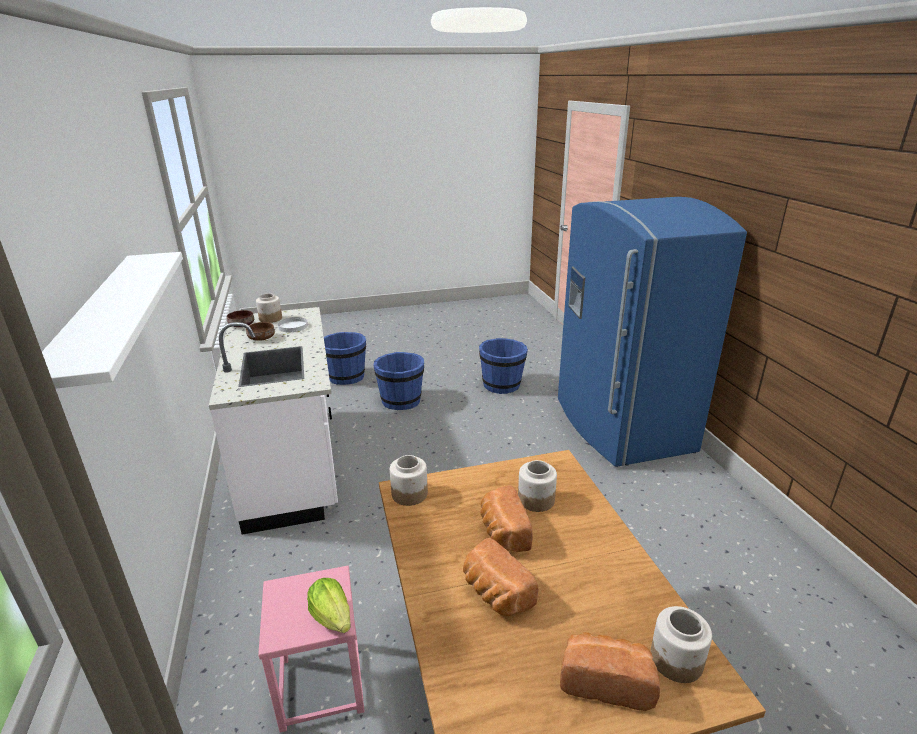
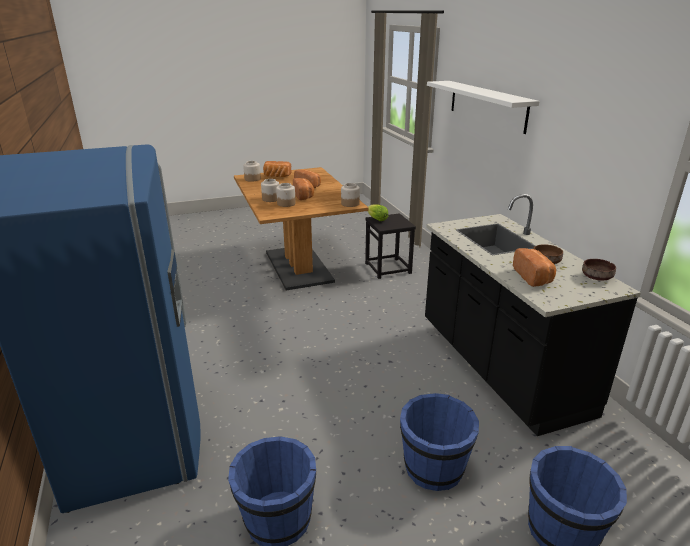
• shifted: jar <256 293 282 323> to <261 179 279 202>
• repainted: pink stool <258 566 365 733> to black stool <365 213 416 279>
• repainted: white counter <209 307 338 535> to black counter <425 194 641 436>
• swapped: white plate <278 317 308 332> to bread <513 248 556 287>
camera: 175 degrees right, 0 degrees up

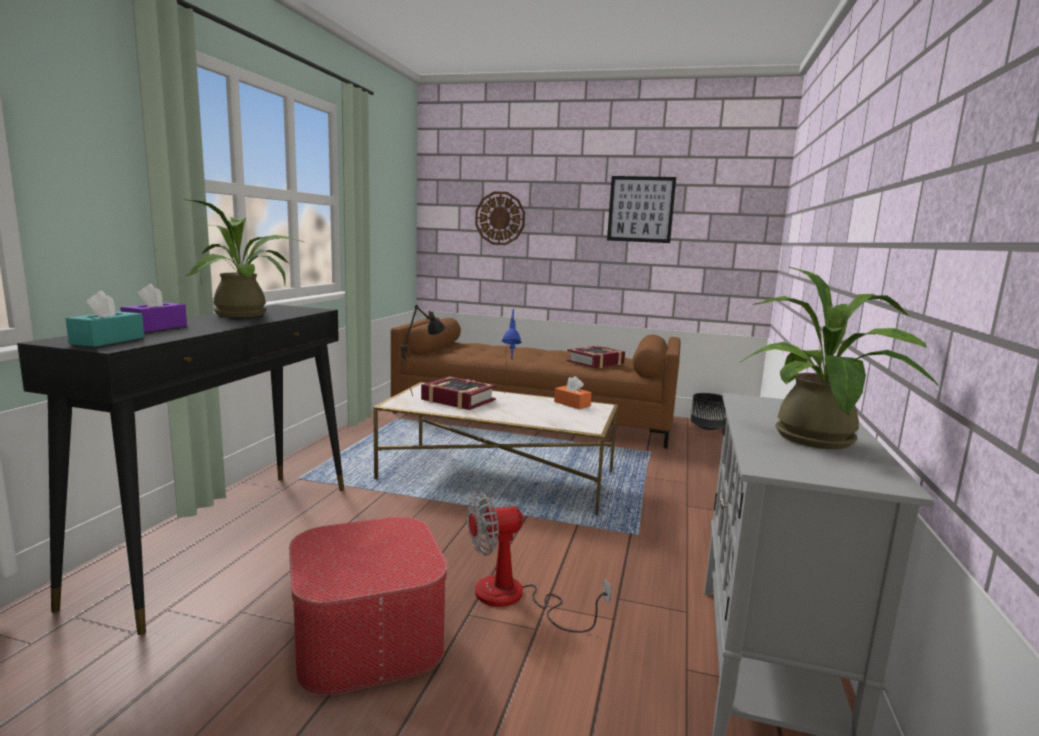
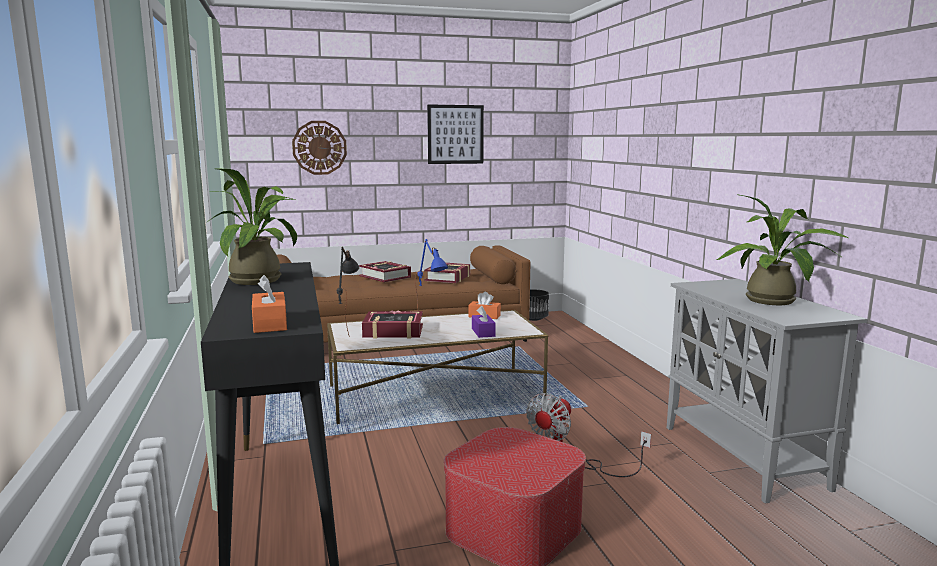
• repainted: turquoise tissue box <66 291 144 347> to orange tissue box <252 275 287 333>
• new: book <359 261 411 282>
• shifted: purple tissue box <120 284 187 332> to <472 306 496 338>
camera: 30 degrees left, 0 degrees up

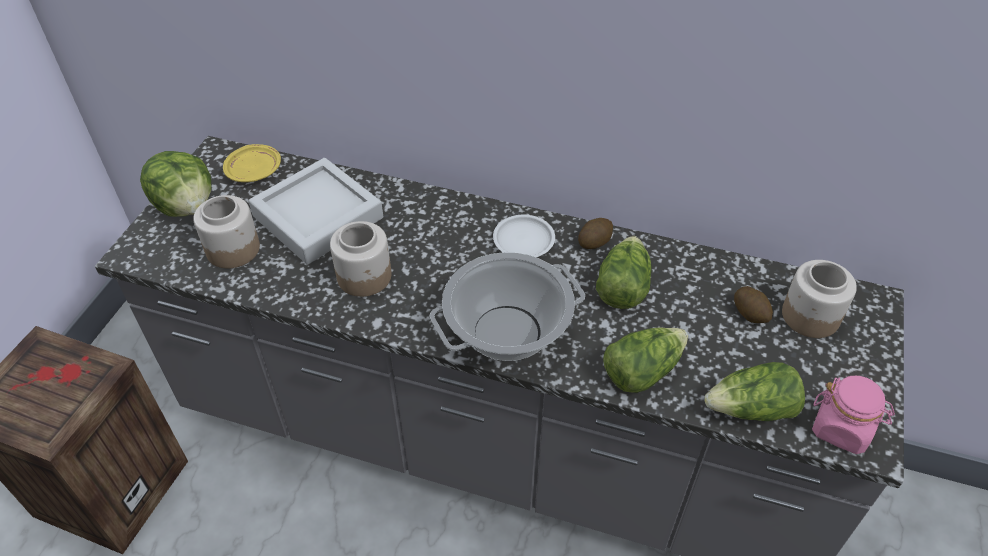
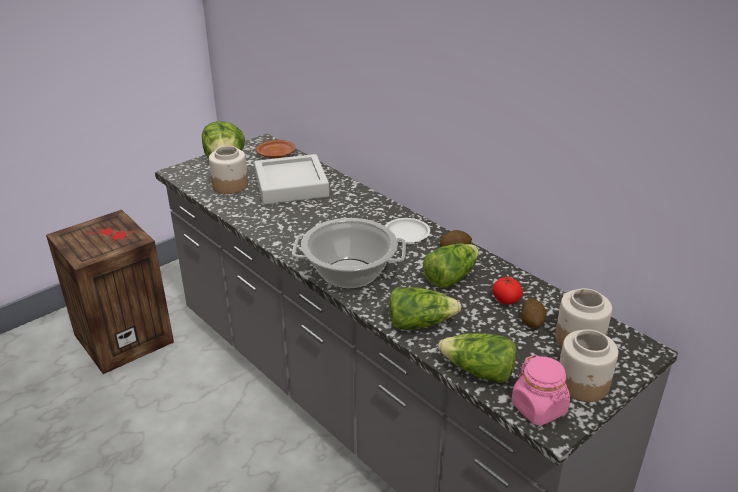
• repainted: yellow plate <223 144 281 182> to brown plate <256 140 295 158>
• new: tomato <493 276 523 304>
• shifted: jar <330 221 392 297> to <560 330 618 402>
camera: 30 degrees right, 15 degrees down

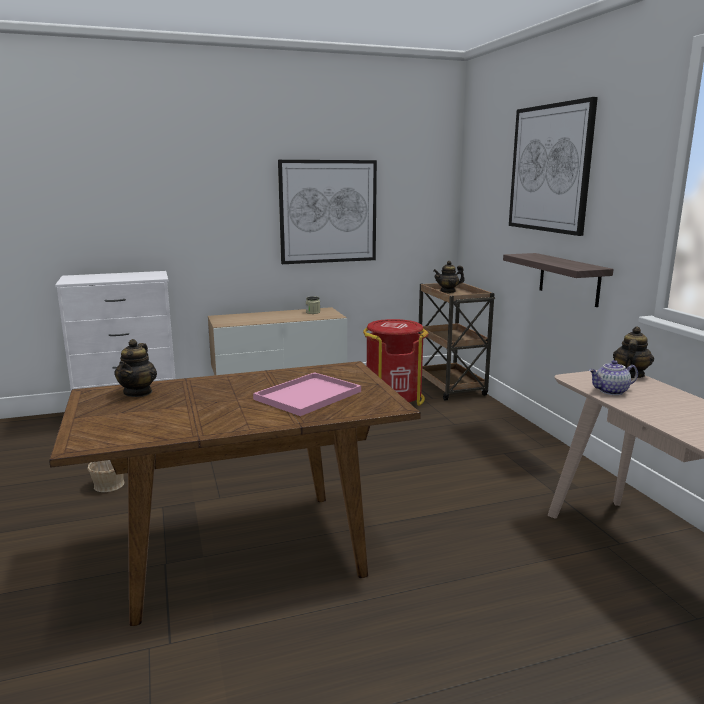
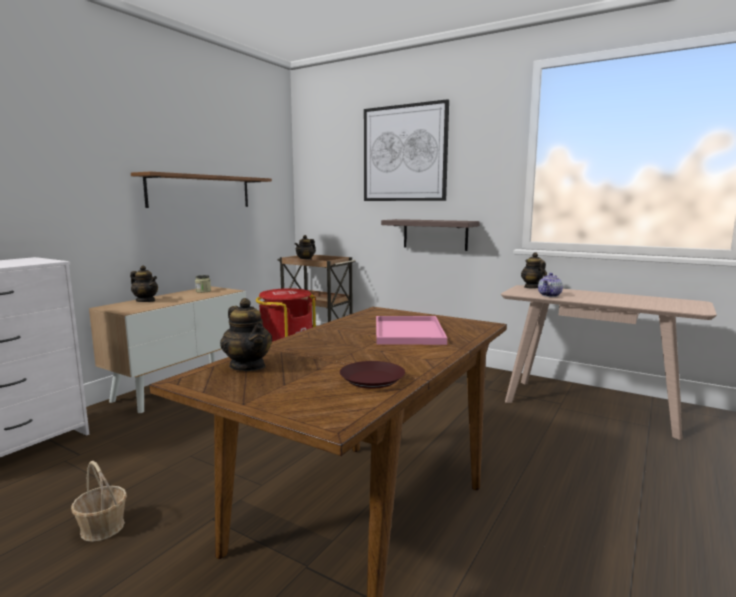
• new: teapot <130 266 158 302>
• swapped: picture <278 160 377 264> to brown shelf <131 172 272 208>
• new: brown plate <340 361 405 388>
camera: 40 degrees left, 5 degrees down

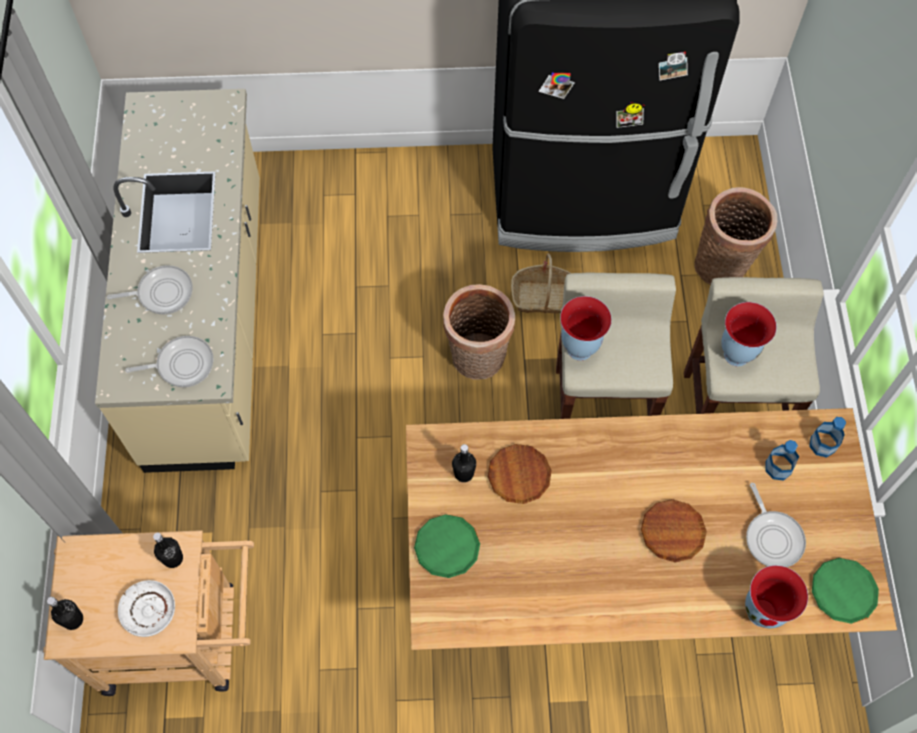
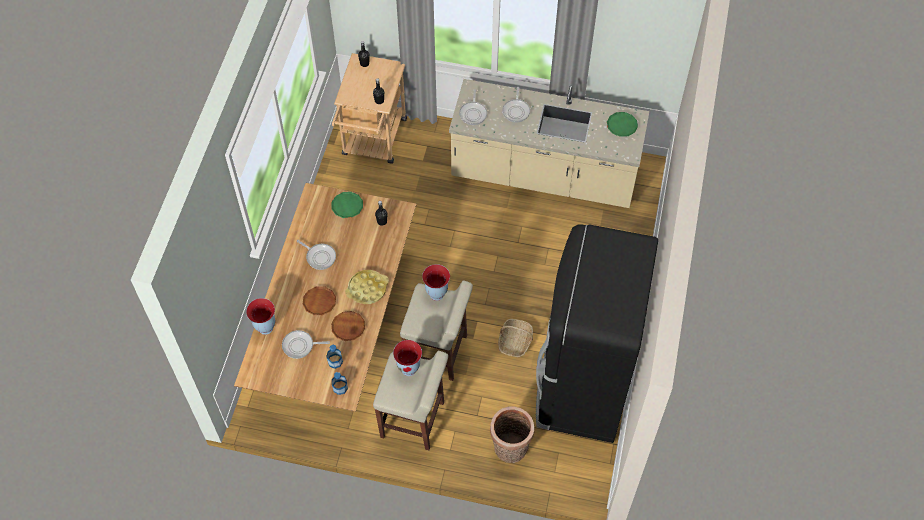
• new: frying pan <297 240 336 270>
• shifted: brown plate <488 444 552 504> to <331 311 365 341>
• new: yellow tray <345 270 389 304>
• shifted: green plate <812 558 879 624> to <607 112 638 137>
• gone: white plate <118 580 175 637>
• gone: basket <443 284 515 380>
camera: 105 degrees right, 5 degrees down

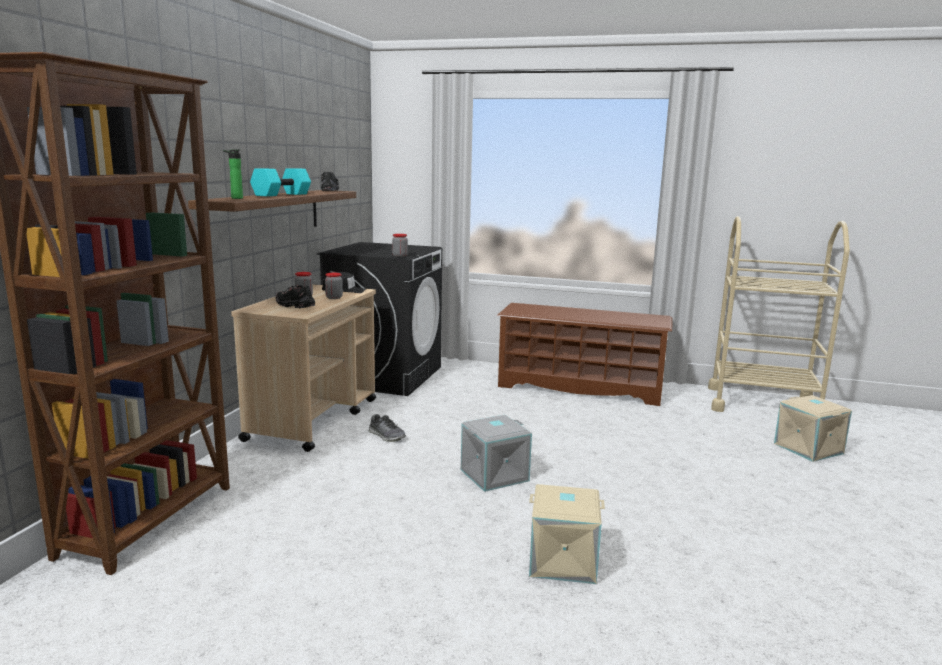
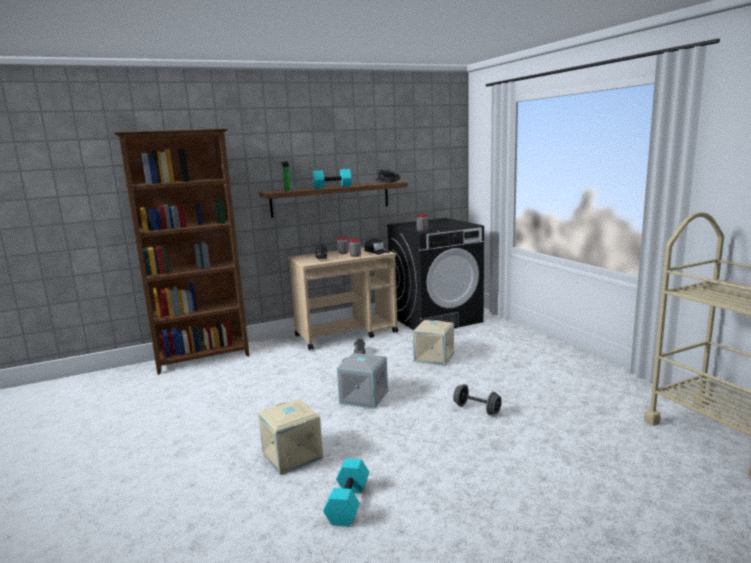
• new: turquoise dumbbell <323 458 369 527>
• shifted: beige storage box <774 395 852 462> to <413 320 454 366>
• new: grey dumbbell <453 384 502 415>
• gone: brown shoe rack <497 303 672 406>
camera: 50 degrees right, 0 degrees up

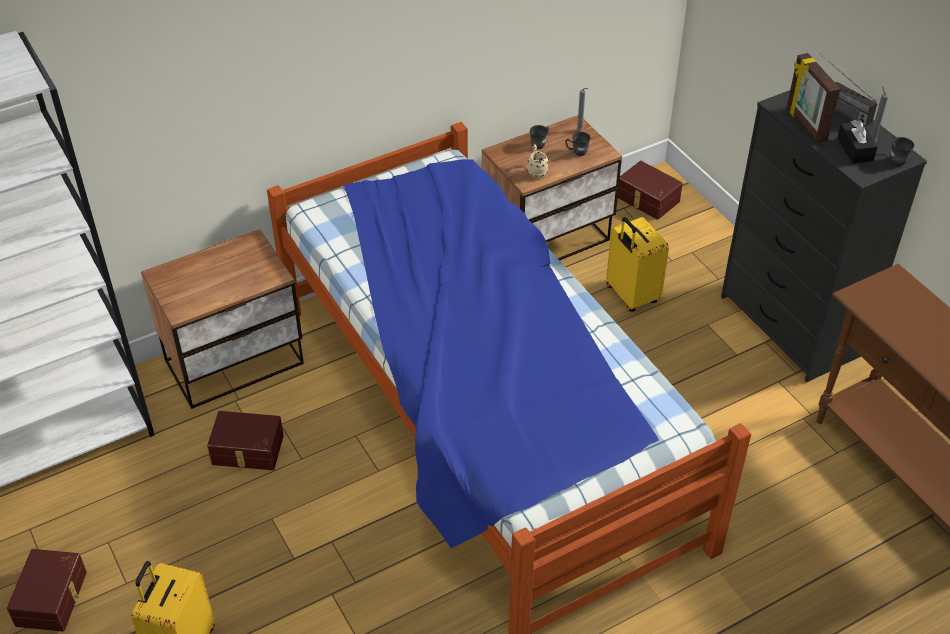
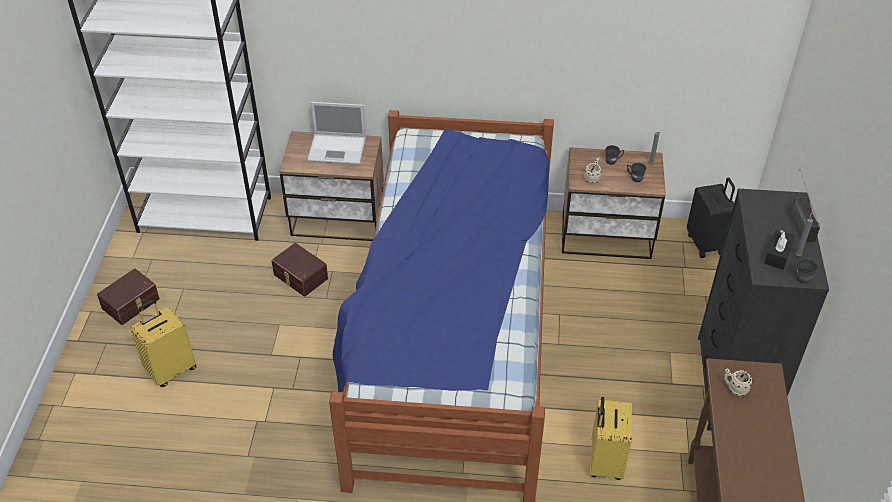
• new: laptop <307 102 366 165>
• shifted: yellow suitcase <606 217 669 312> to <590 397 632 480>
• swapped: brown storage box <618 161 683 220> to black suitcase <687 177 735 258>
• new: beige mug <724 369 753 396>
• gone: picture frame <787 53 840 143>
camera: 35 degrees right, 0 degrees up

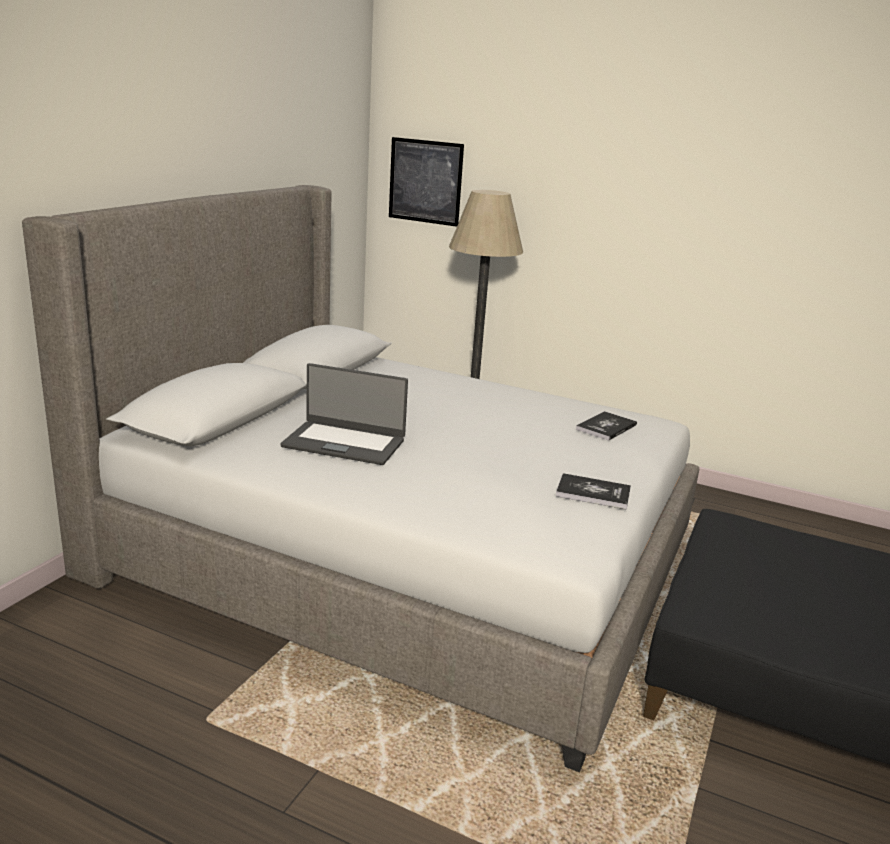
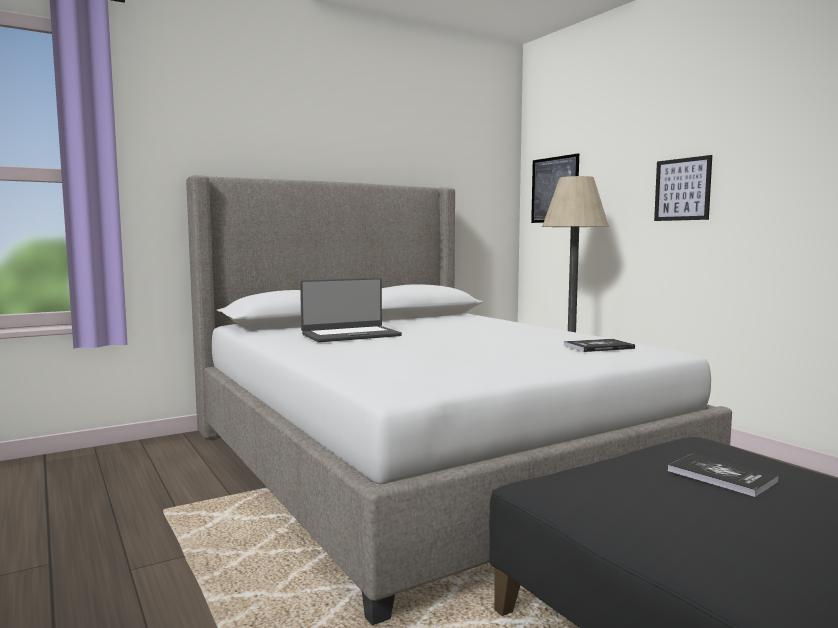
• rotated: laptop <280 363 408 465> = <300 278 402 342> 75 degrees counterclockwise
• new: picture <654 155 712 221>
• shifted: book <556 473 631 510> to <668 453 779 497>
camera: 35 degrees right, 15 degrees down

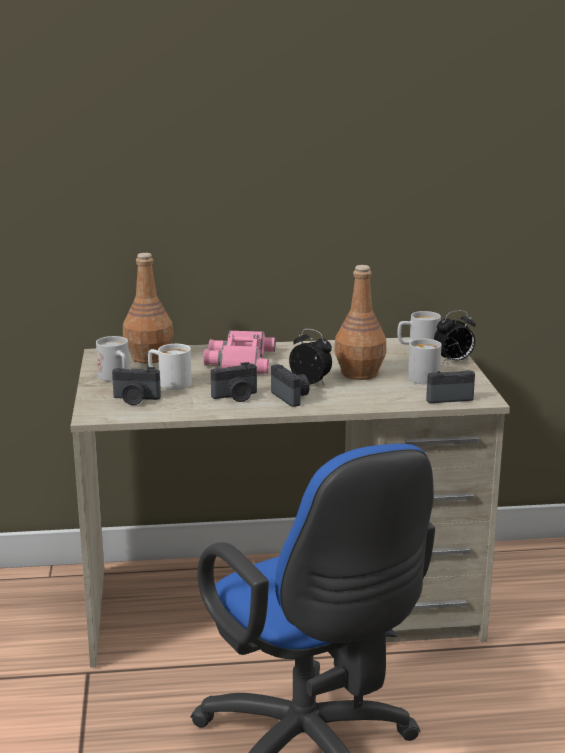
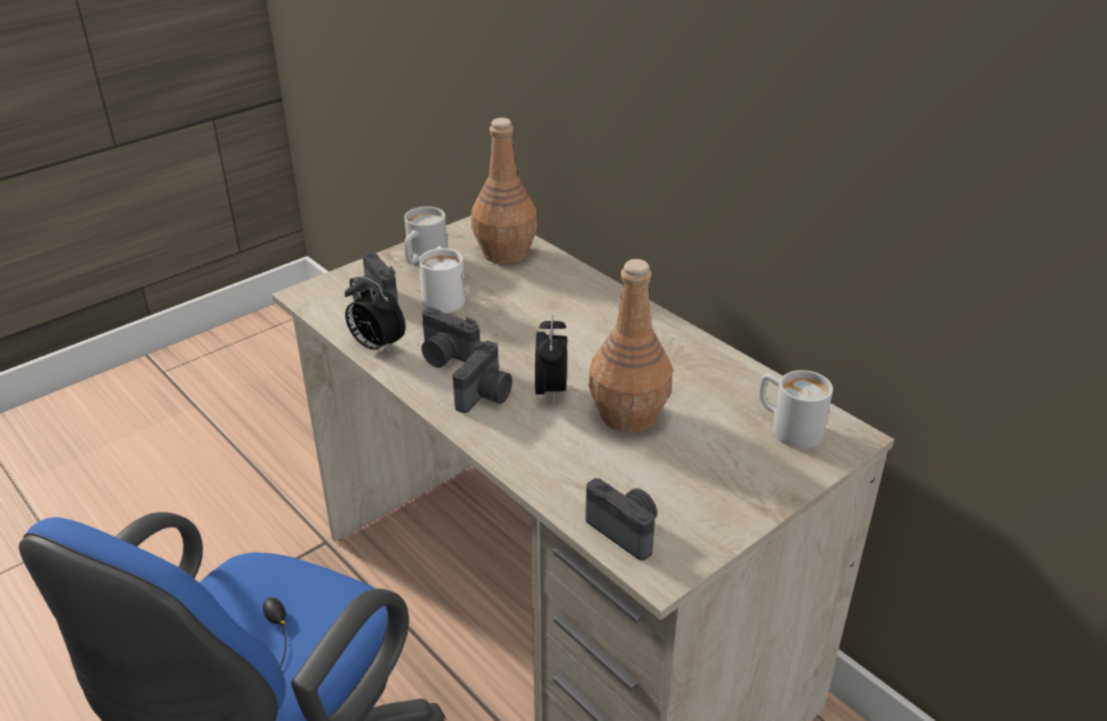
• shifted: alarm clock <434 310 476 363> to <345 276 406 355>
• gone: pink binoculars <203 330 276 374>
• gone: white mug <408 339 442 384>
camera: 55 degrees right, 15 degrees up

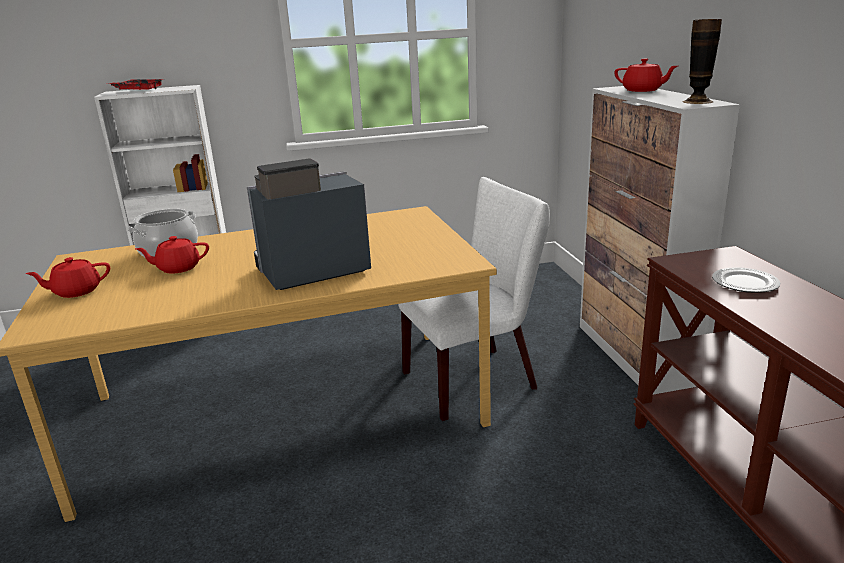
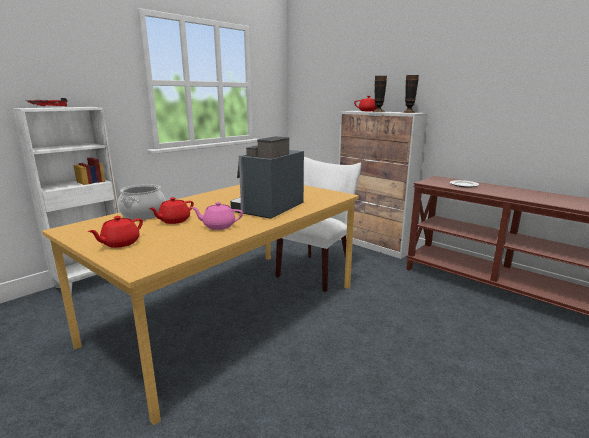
• new: pink teapot <191 202 243 230>
• new: vase <373 76 387 112>
camera: 35 degrees left, 5 degrees down

